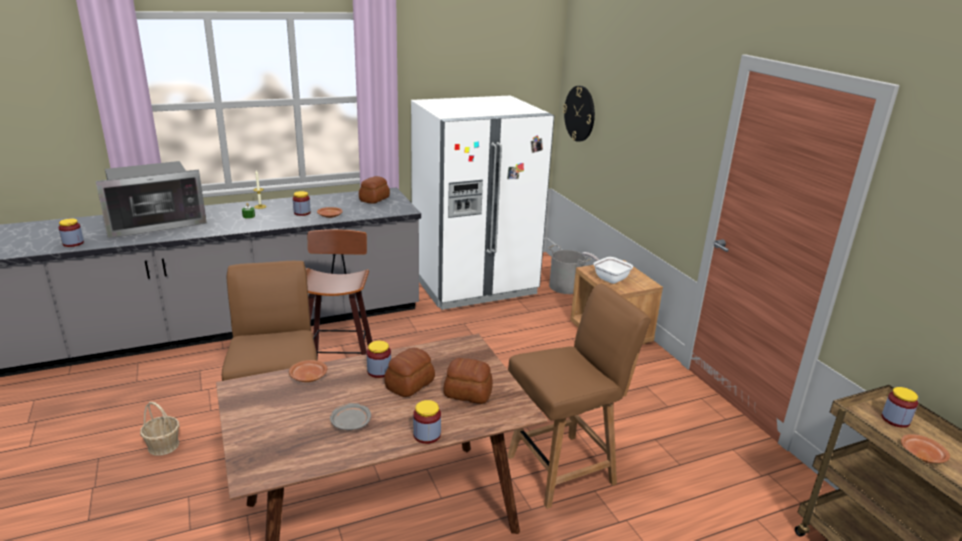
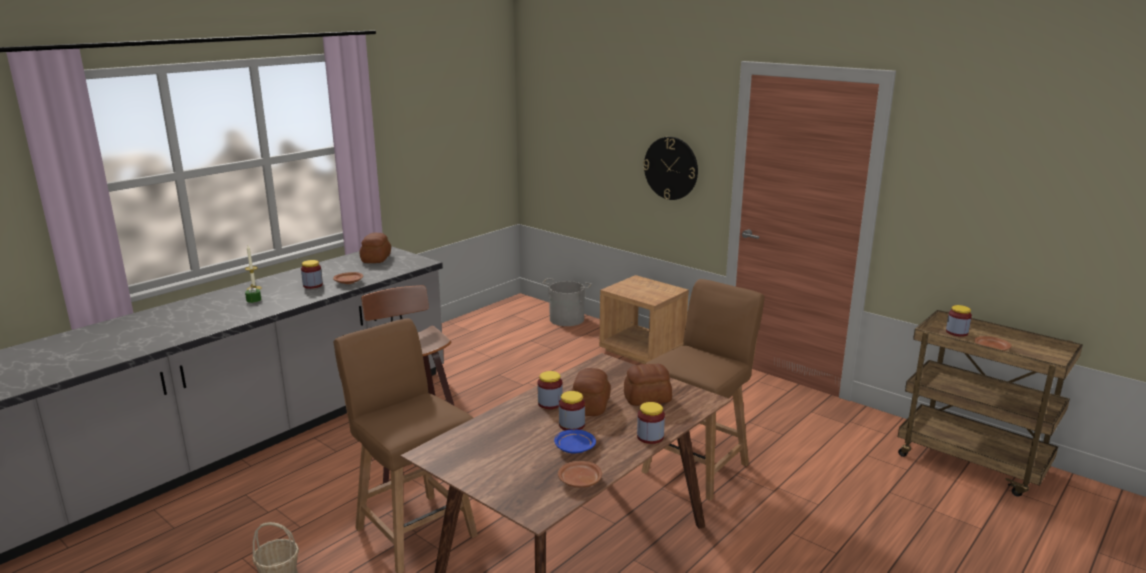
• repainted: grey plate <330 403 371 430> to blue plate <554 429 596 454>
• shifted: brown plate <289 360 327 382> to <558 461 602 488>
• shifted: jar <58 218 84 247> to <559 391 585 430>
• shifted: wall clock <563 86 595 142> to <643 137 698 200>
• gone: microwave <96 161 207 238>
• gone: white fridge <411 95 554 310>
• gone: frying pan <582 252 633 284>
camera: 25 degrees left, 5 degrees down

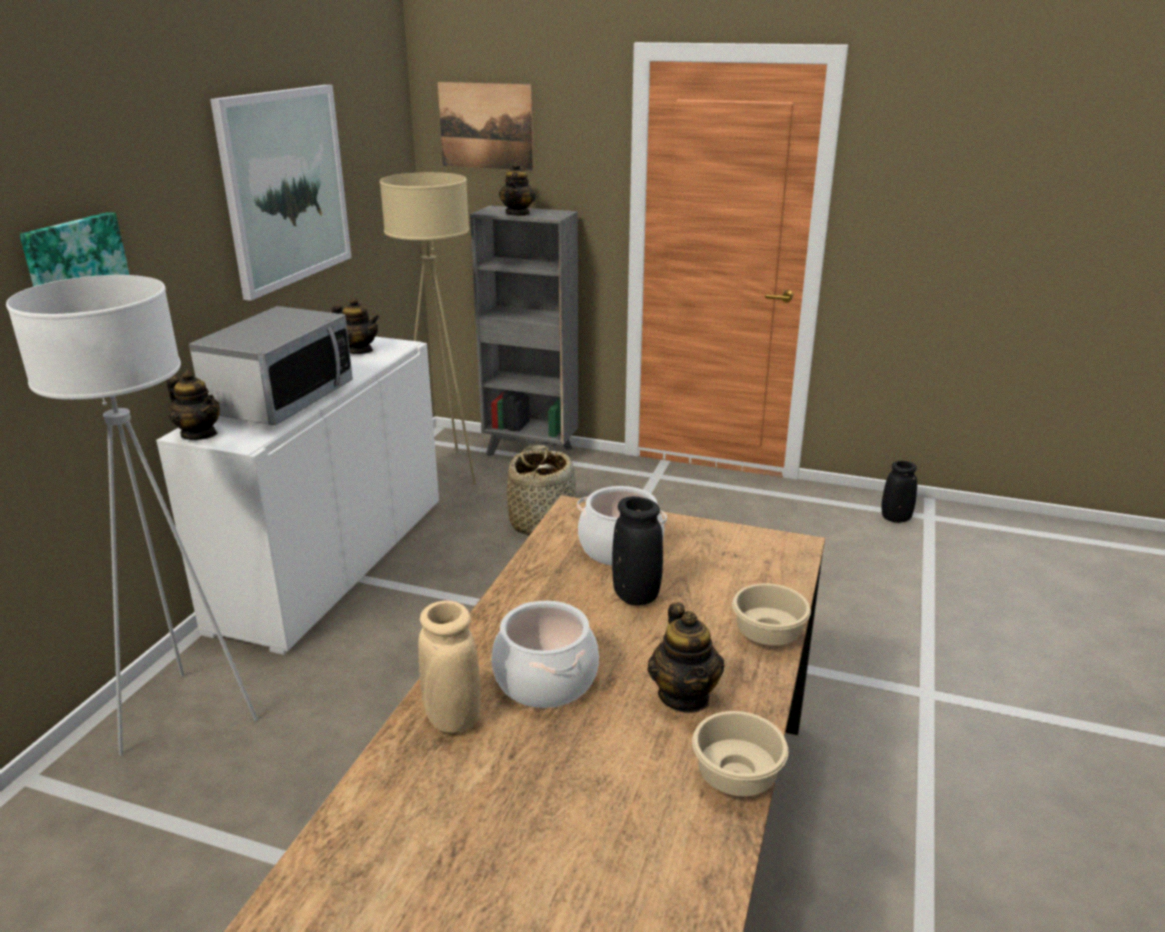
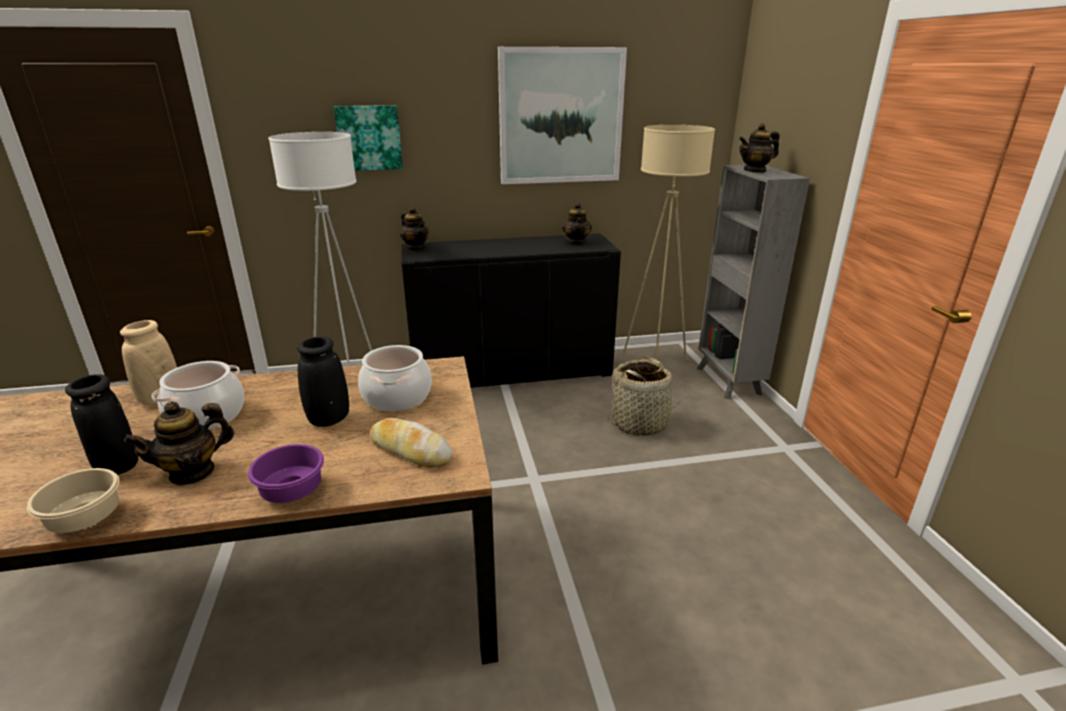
• shifted: black vase <882 461 917 523> to <65 374 138 475>
• repainted: beige bowl <732 583 811 645> to purple bowl <248 444 324 503>
• new: bread <370 418 452 468>
• rotated: teapot <167 370 220 440> = <400 207 429 250> 45 degrees counterclockwise
• repainted: white cabinet <156 337 439 655> to black cabinet <402 233 621 388>
• gone: microwave <189 306 353 425>
• gone: picture <438 82 533 171>
camera: 60 degrees right, 0 degrees up

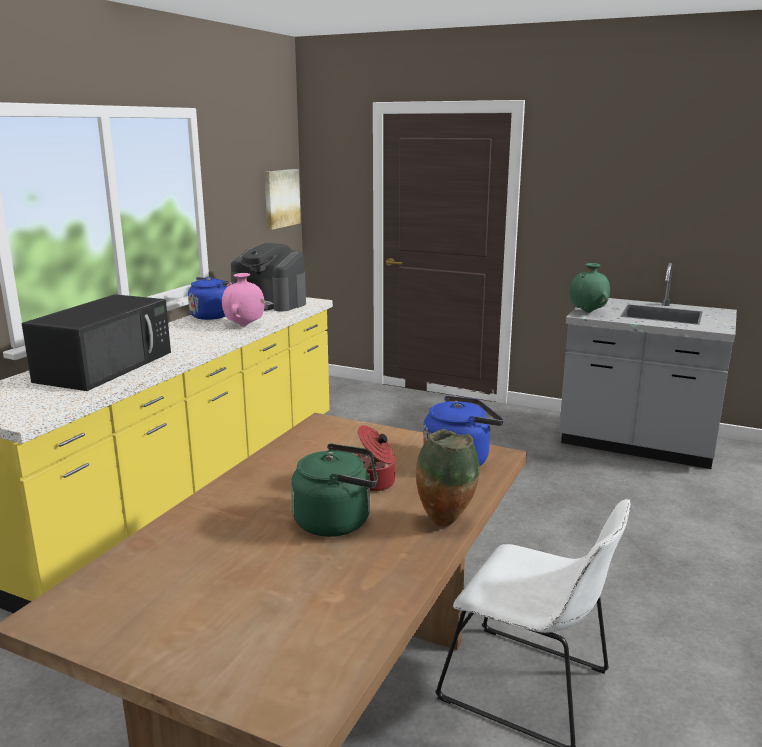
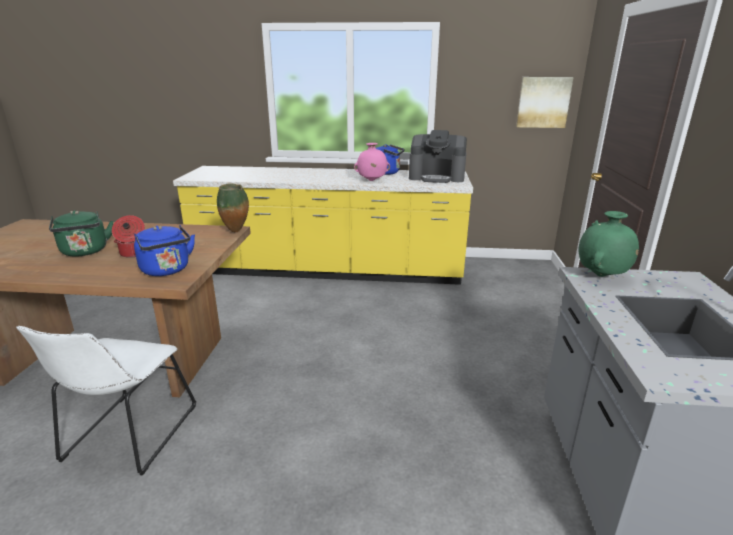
• shifted: vase <416 429 480 526> to <217 183 249 232>
• rotated: coffee machine <230 243 306 312> = <409 130 467 183> 90 degrees counterclockwise
• gone: black microwave <21 294 171 391>
camera: 70 degrees right, 5 degrees up

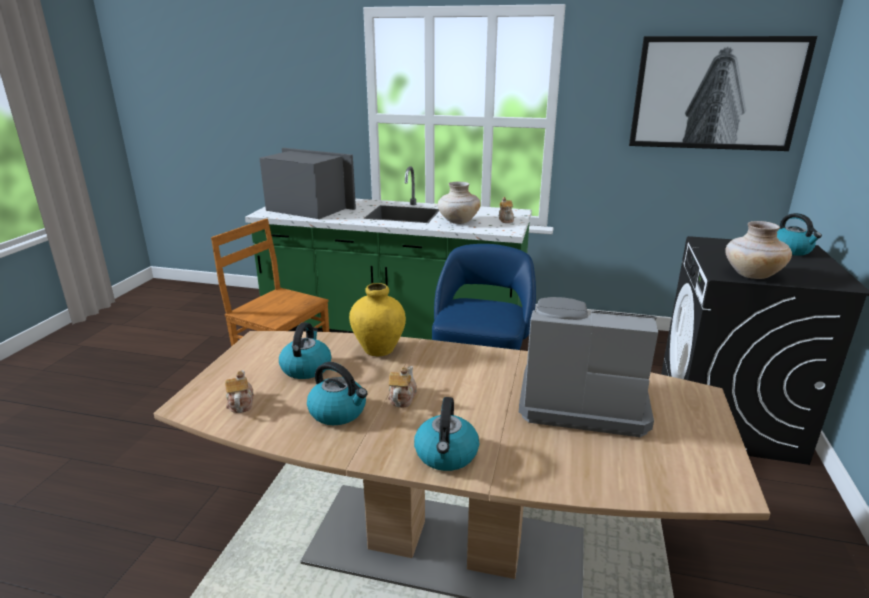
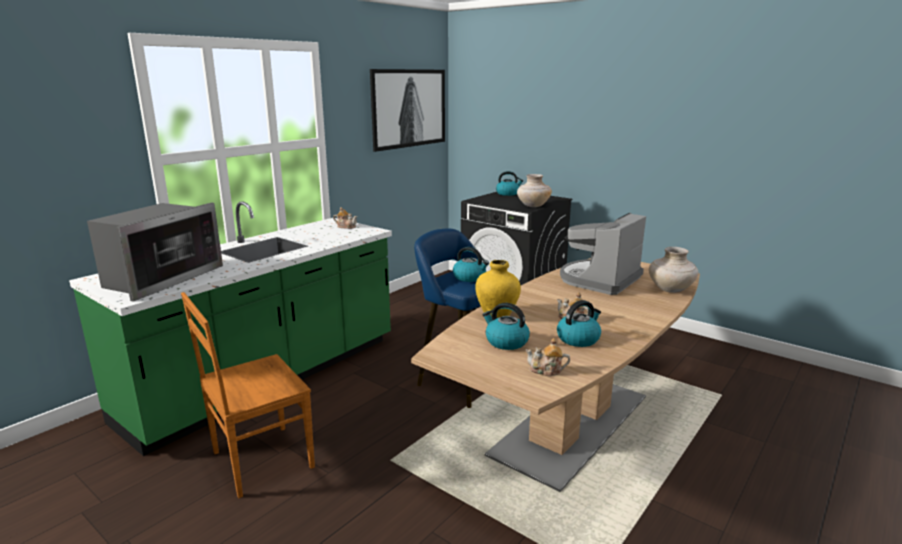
• rotated: microwave <260 148 356 219> = <87 202 223 302> 150 degrees clockwise
• shifted: kettle <414 397 479 471> to <453 247 489 282>
• shifted: beige vase <438 182 481 224> to <649 247 698 293>
camera: 65 degrees left, 5 degrees down

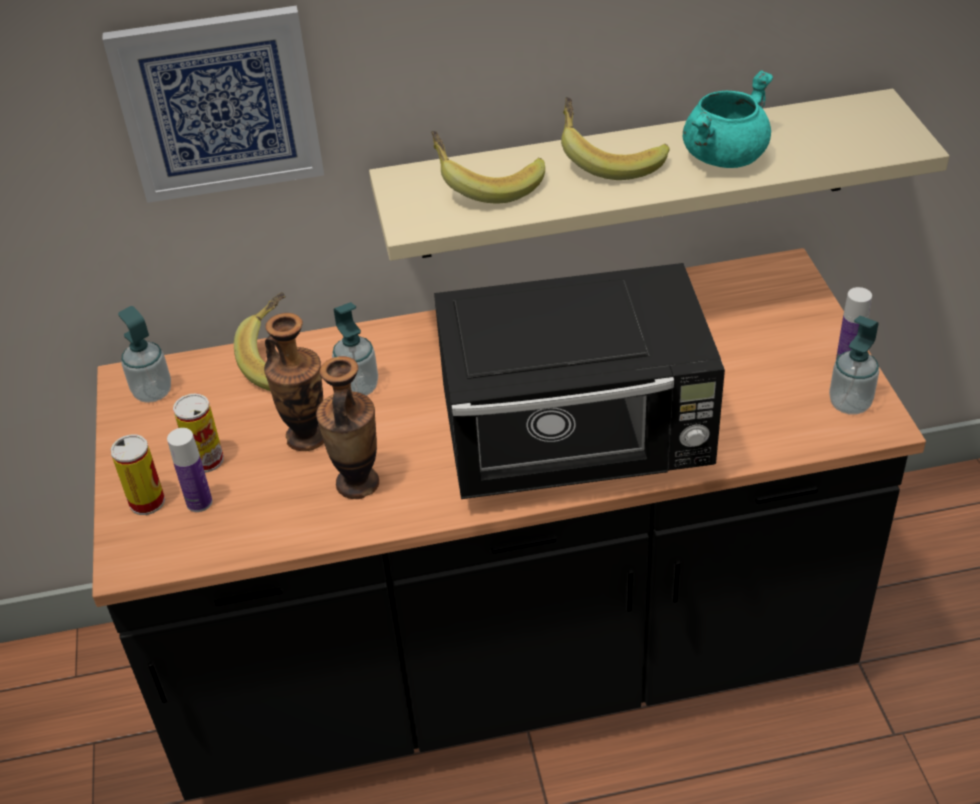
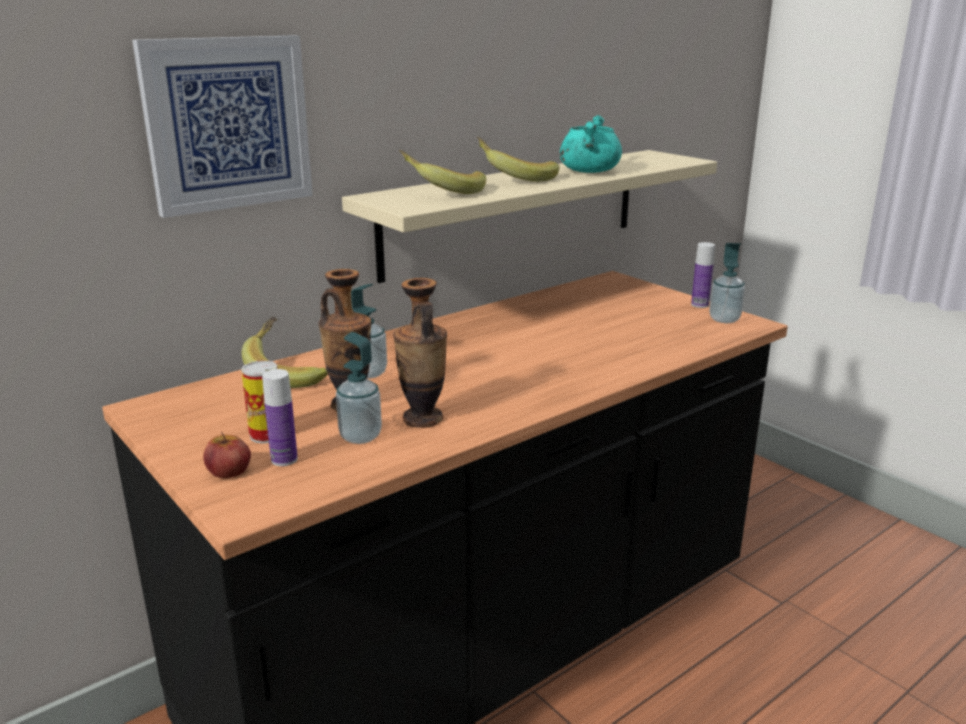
• swapped: can <110 435 165 515> to apple <203 432 251 478>
• shifted: soap dispenser <118 306 171 403> to <336 332 382 444>
• gone: black microwave <434 263 725 499>
camera: 30 degrees left, 20 degrees down

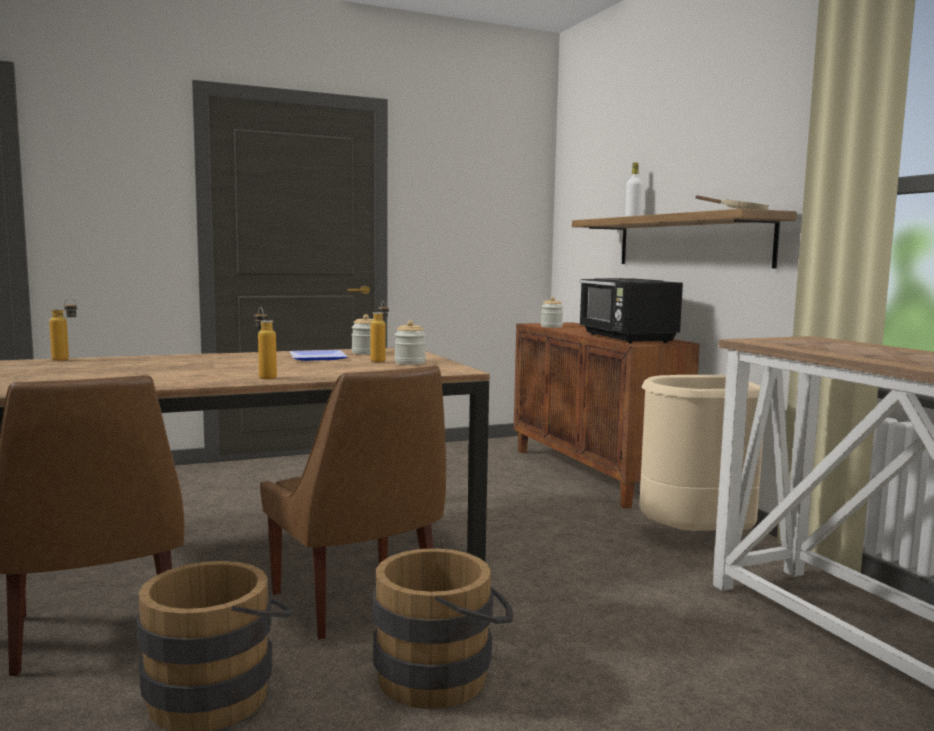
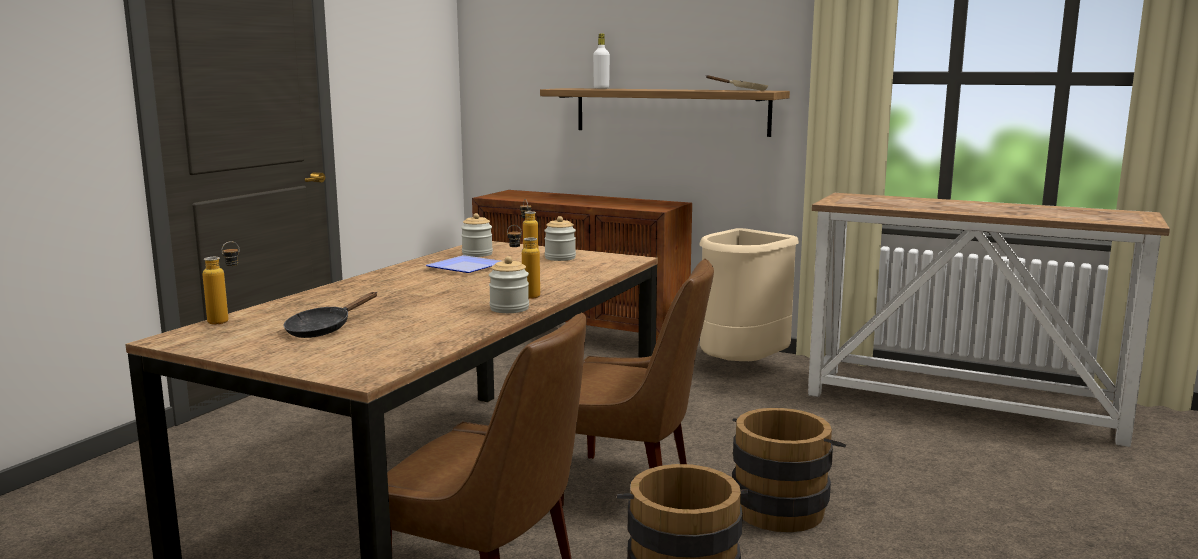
• new: black frying pan <284 292 377 338>
• shifted: jar <541 297 563 328> to <489 256 529 313>
• gone: black microwave <579 278 683 344>
camera: 40 degrees left, 5 degrees up

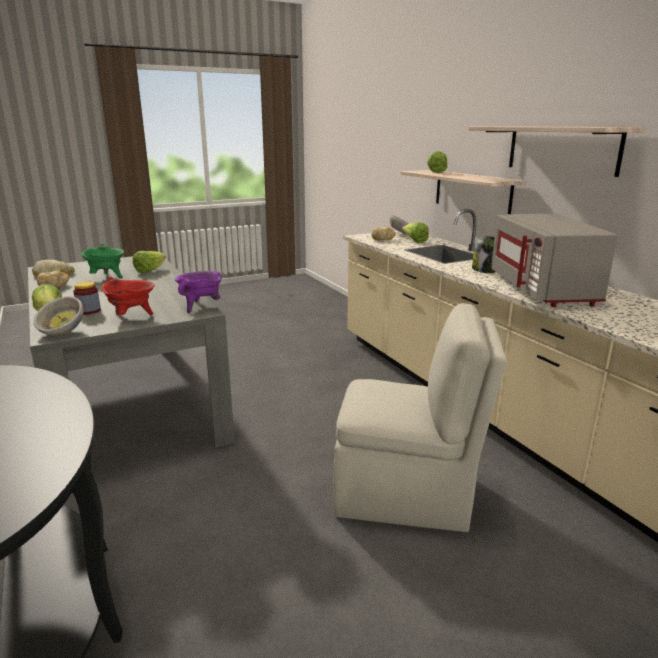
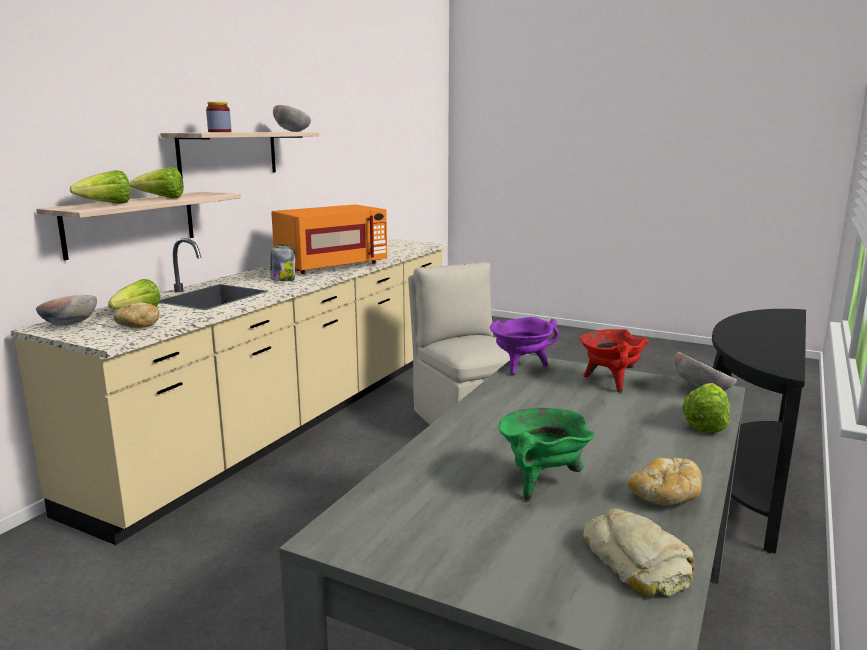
• shifted: lettuce <133 251 166 273> to <130 167 184 199>
• shifted: jar <73 282 101 315> to <206 102 231 132>
• repainted: grey microwave <491 214 618 307> to orange microwave <271 205 387 274>
• new: bowl <273 105 311 132>
camera: 125 degrees left, 5 degrees down

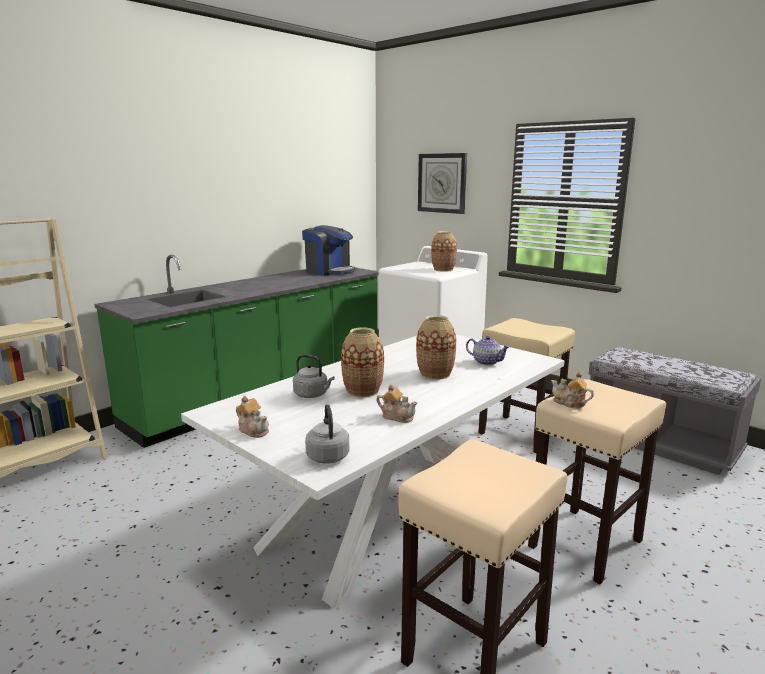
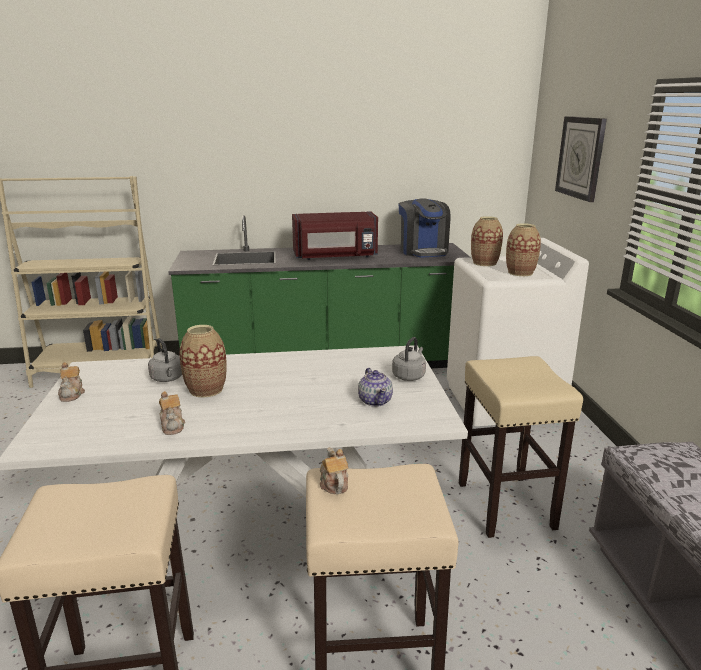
• new: red microwave <292 211 378 260>
• shifted: grey kettle <305 404 349 464> to <392 337 426 381>
• shifted: vase <416 315 456 380> to <471 216 503 266>
camera: 40 degrees right, 5 degrees up

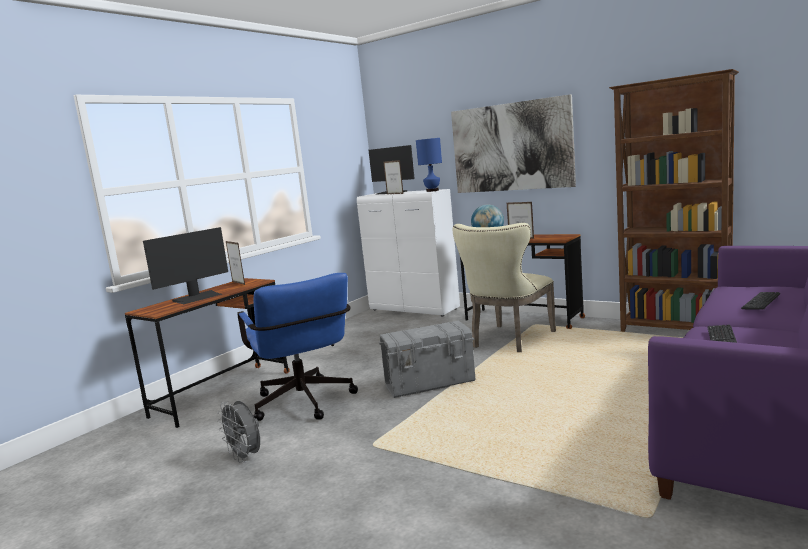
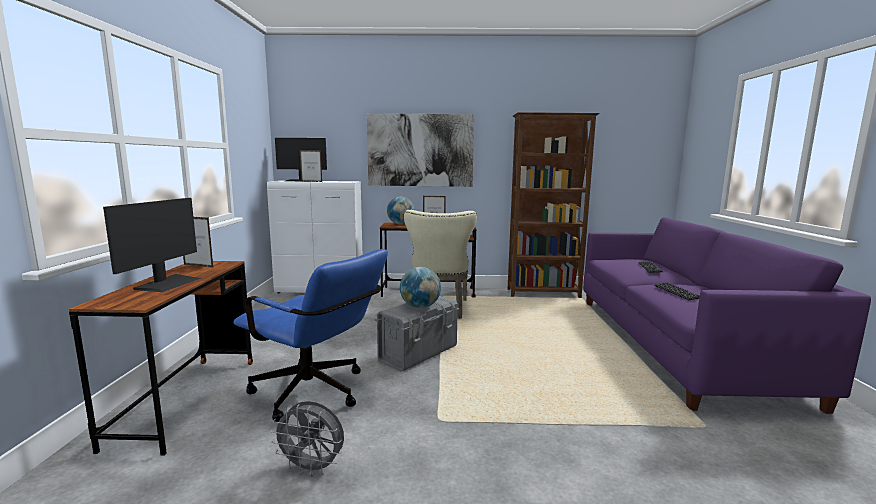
• new: globe <400 267 441 308>
• gone: blue table lamp <416 138 442 192>
camera: 35 degrees left, 0 degrees up

